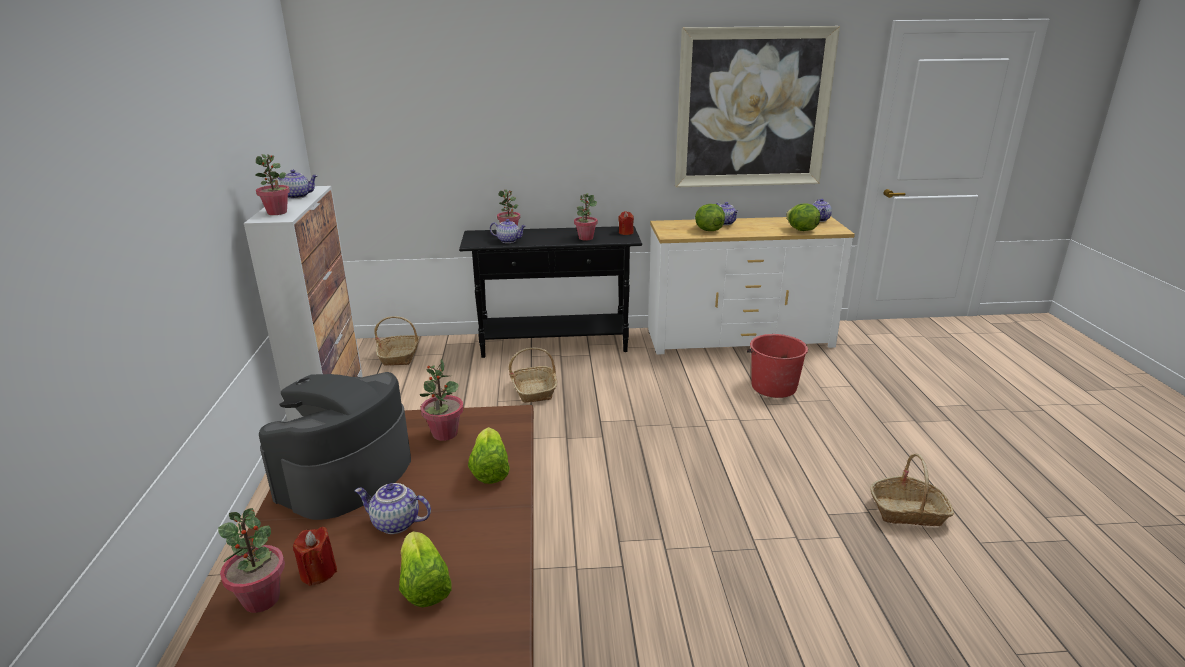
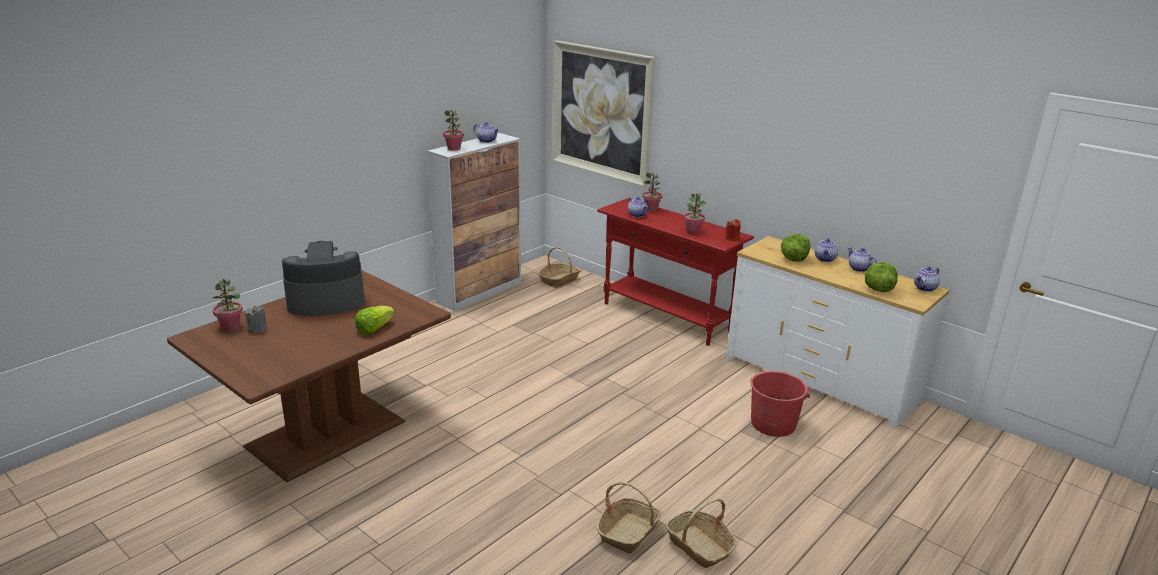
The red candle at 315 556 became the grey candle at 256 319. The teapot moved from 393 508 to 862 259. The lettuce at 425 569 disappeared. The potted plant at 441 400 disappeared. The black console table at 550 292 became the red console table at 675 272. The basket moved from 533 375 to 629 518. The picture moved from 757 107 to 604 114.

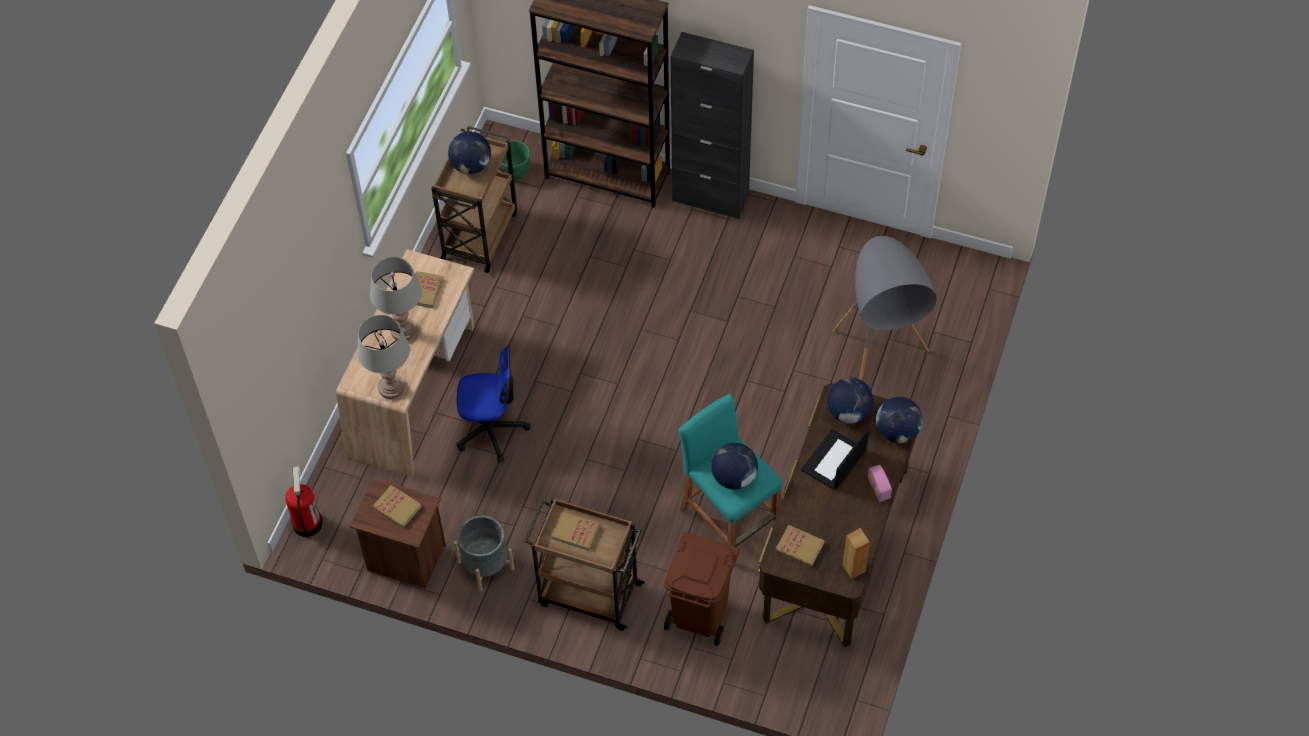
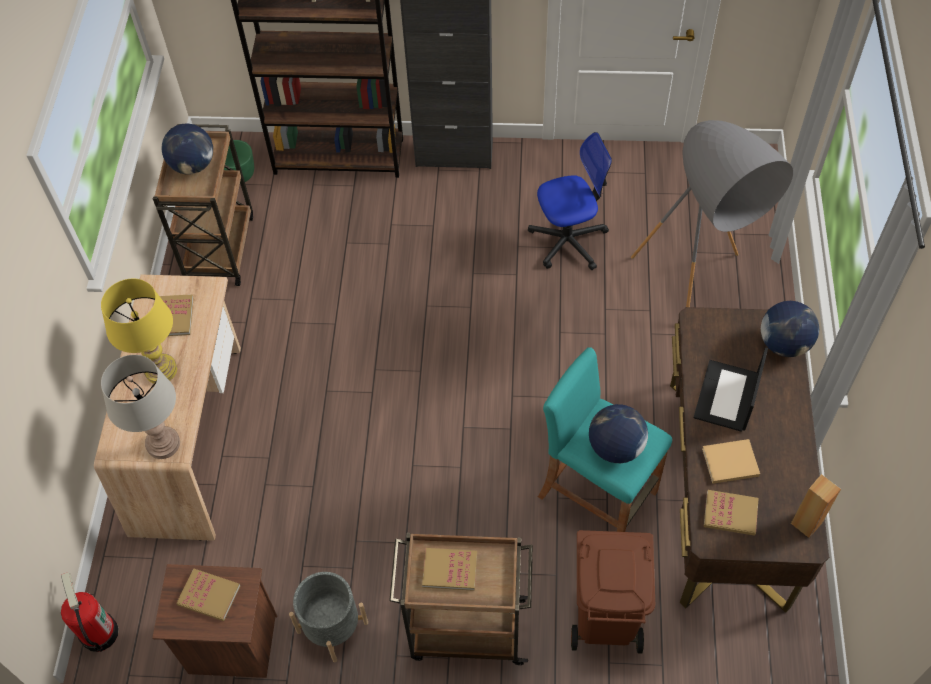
The grey table lamp at 396 299 became the yellow table lamp at 139 331. The office chair moved from 493 404 to 570 201. The globe at 850 401 disappeared. The radio at 879 483 disappeared. The beige book at 731 461 appeared.

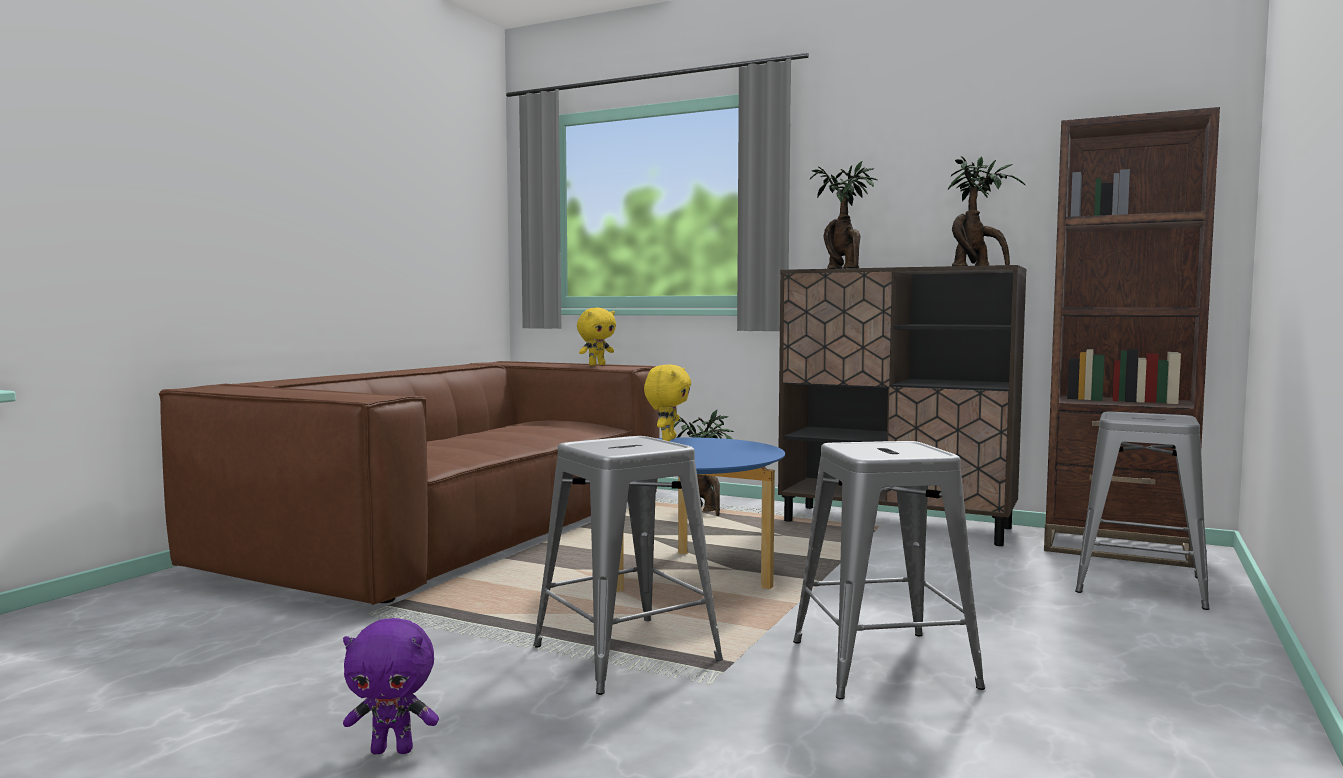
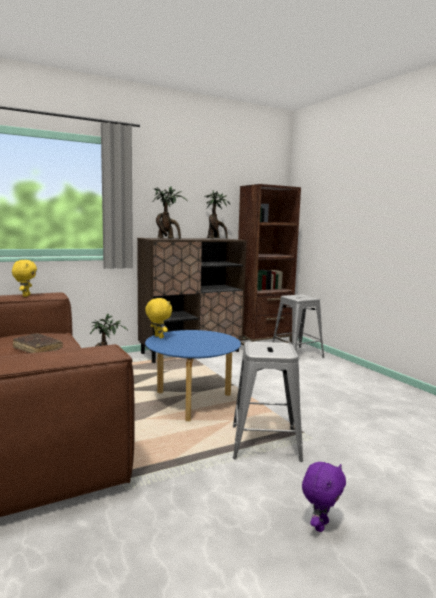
The grey stool at 889 570 disappeared. The brown book at 38 343 appeared.

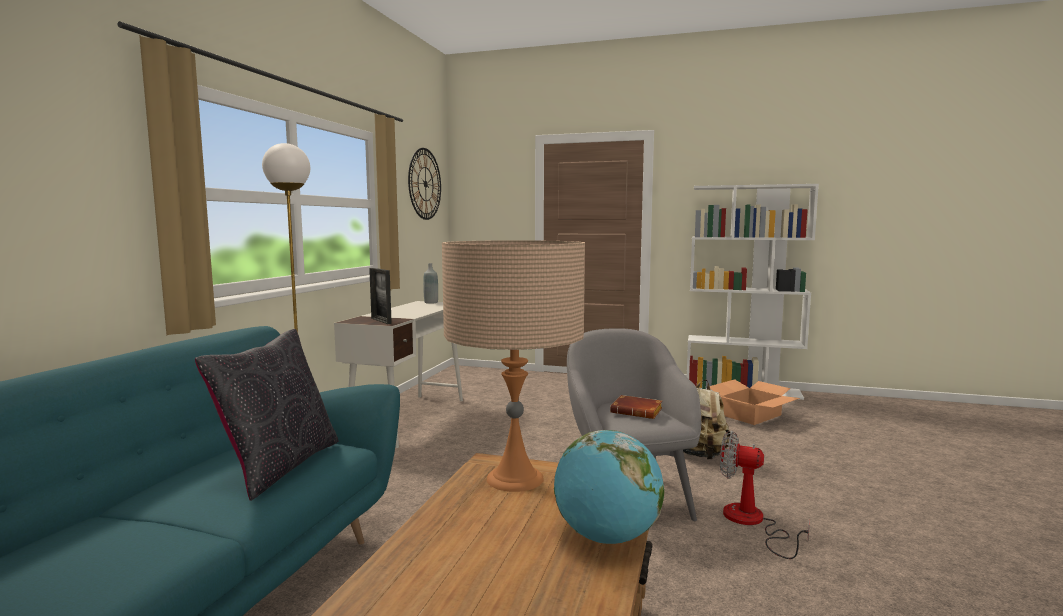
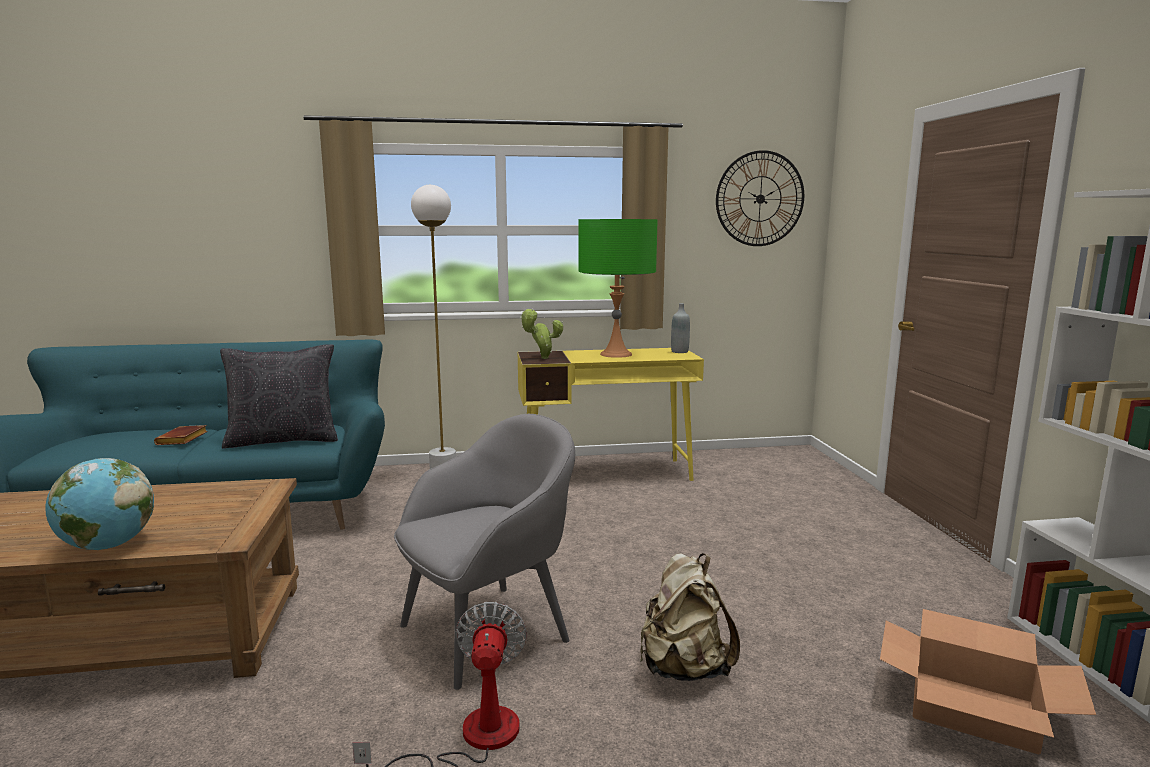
The white desk at 398 374 became the yellow desk at 611 414. The picture frame at 380 296 was replaced by the potted plant at 541 334. The beige table lamp at 513 366 disappeared. The brown book moved from 636 407 to 181 435. The green table lamp at 618 288 appeared.

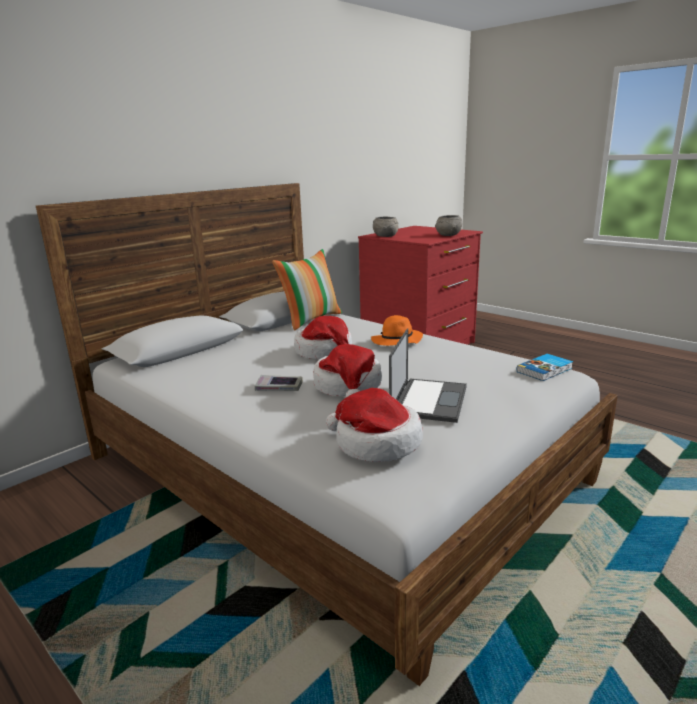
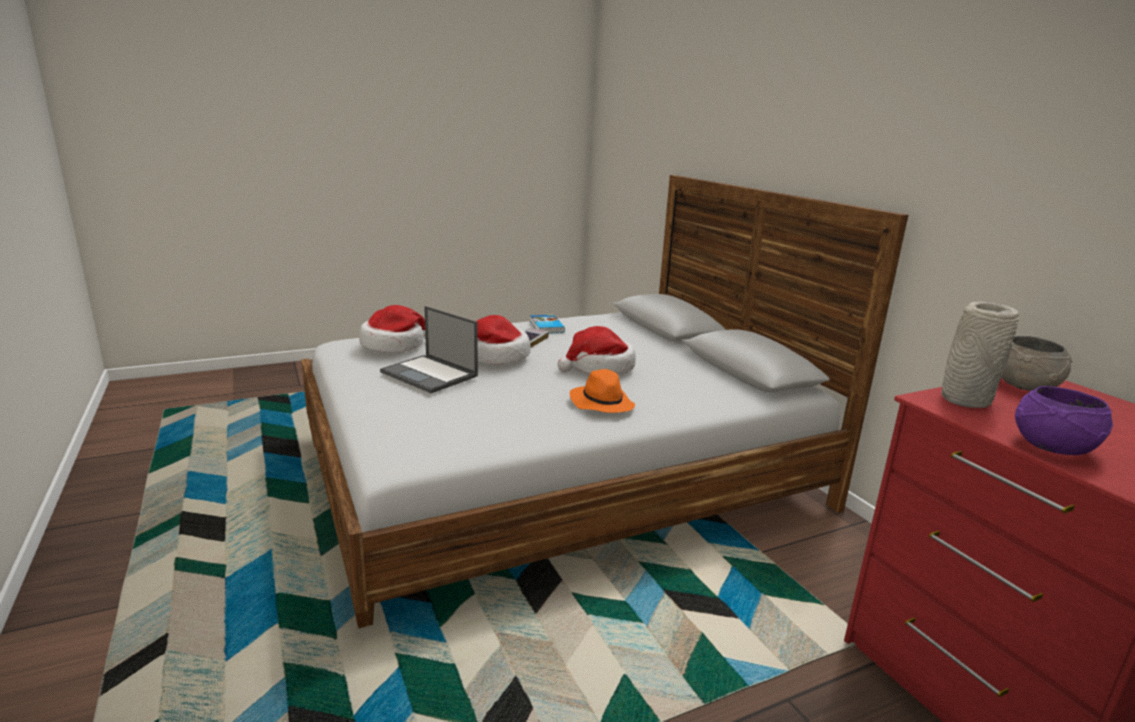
The pillow at 307 290 disappeared. The grey bowl at 448 225 became the purple bowl at 1064 420. The book moved from 545 367 to 547 324. The grey vase at 980 354 appeared.

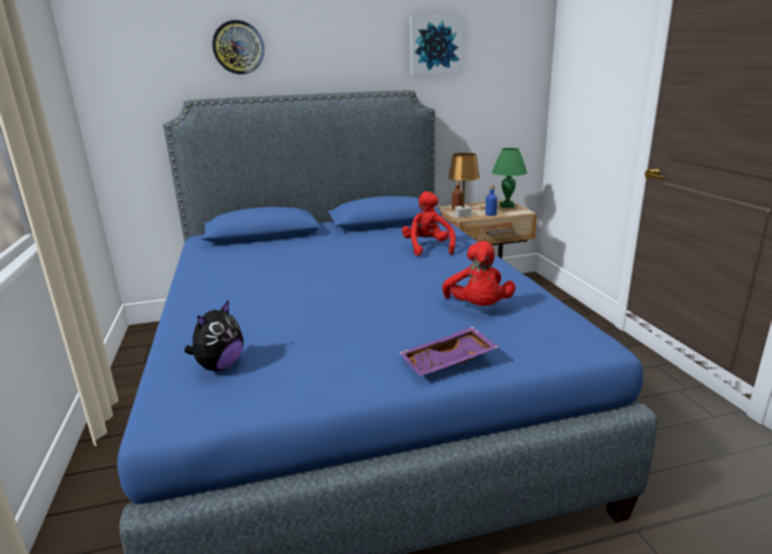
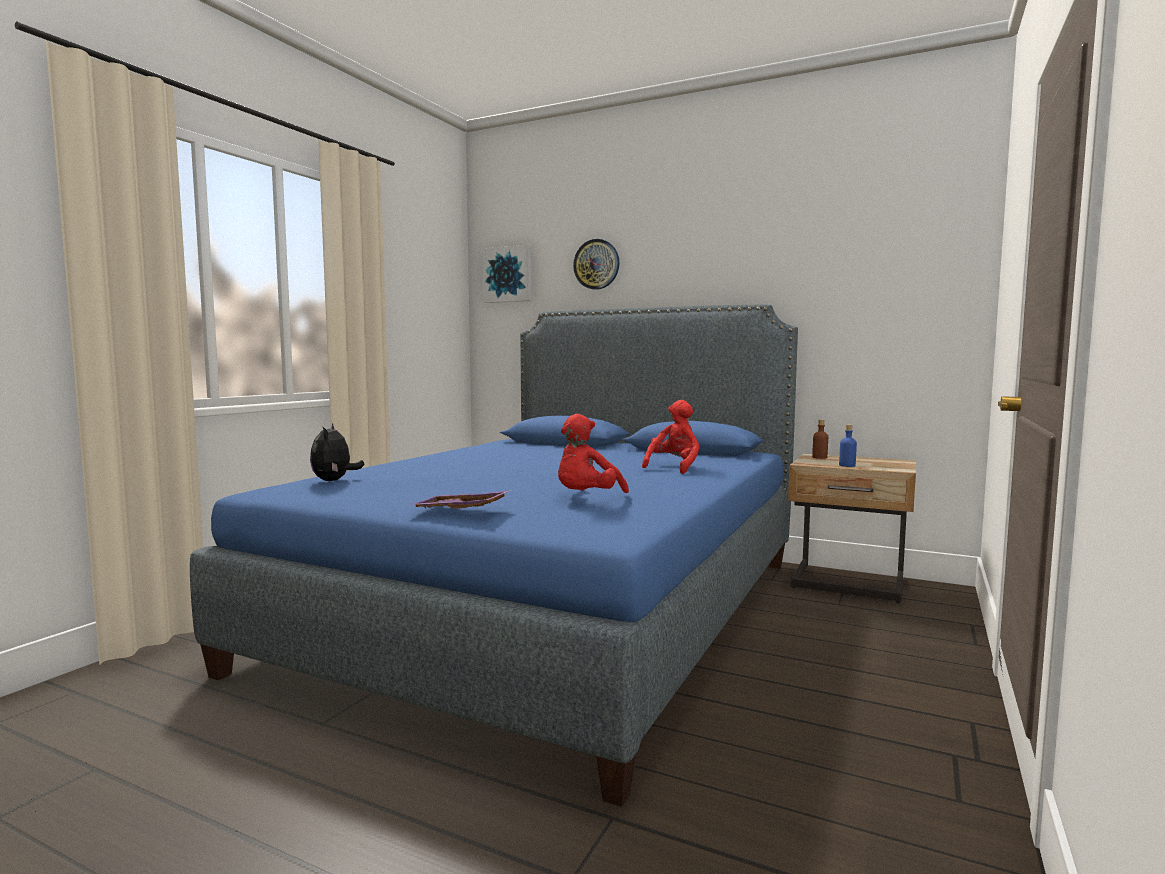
The plush toy at 214 336 turned 105 degrees clockwise. The picture moved from 437 45 to 507 274. The brown table lamp at 464 185 disappeared. The green table lamp at 509 178 disappeared.

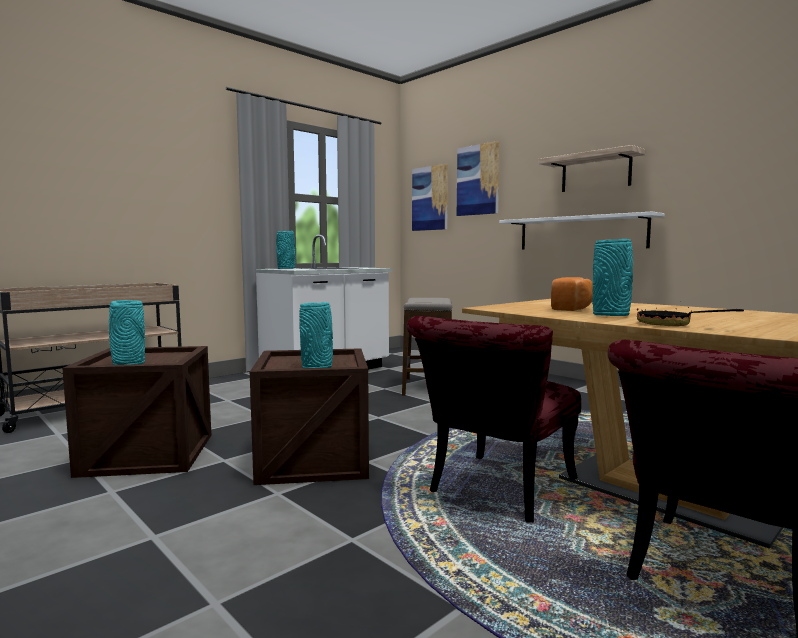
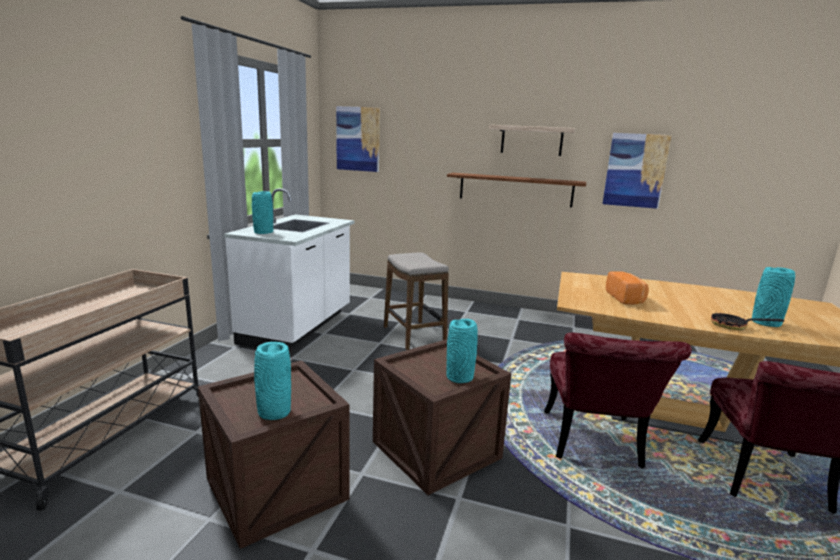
The picture moved from 478 178 to 637 171. The white shelf at 582 230 became the brown shelf at 516 190. The turquoise vase moved from 612 277 to 773 297.

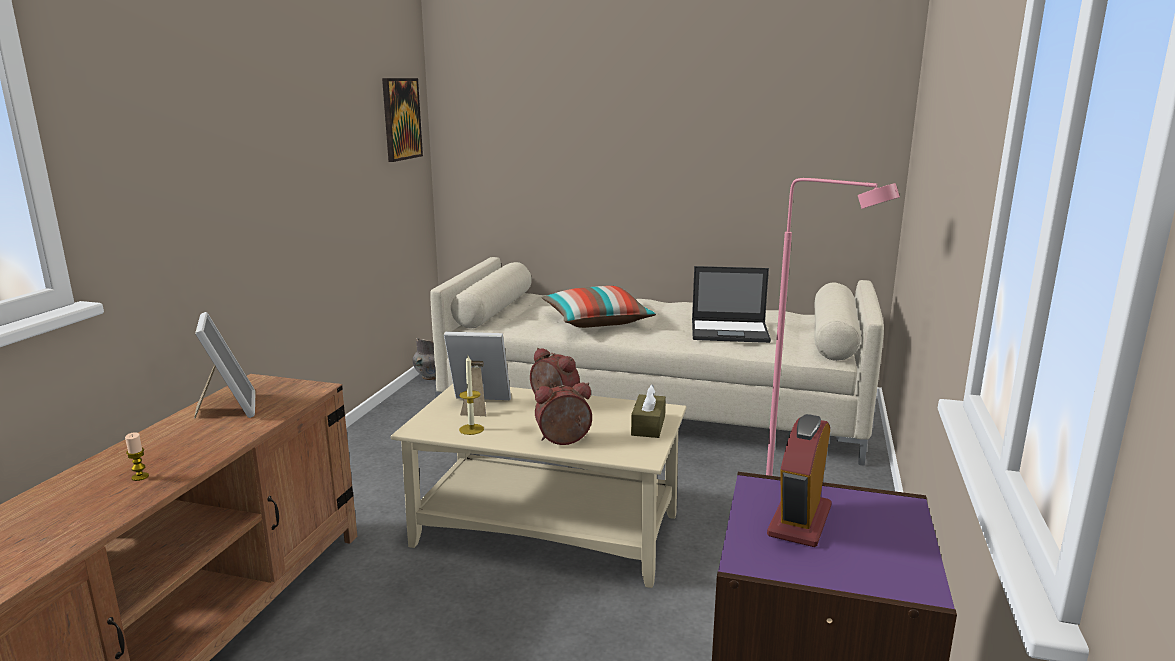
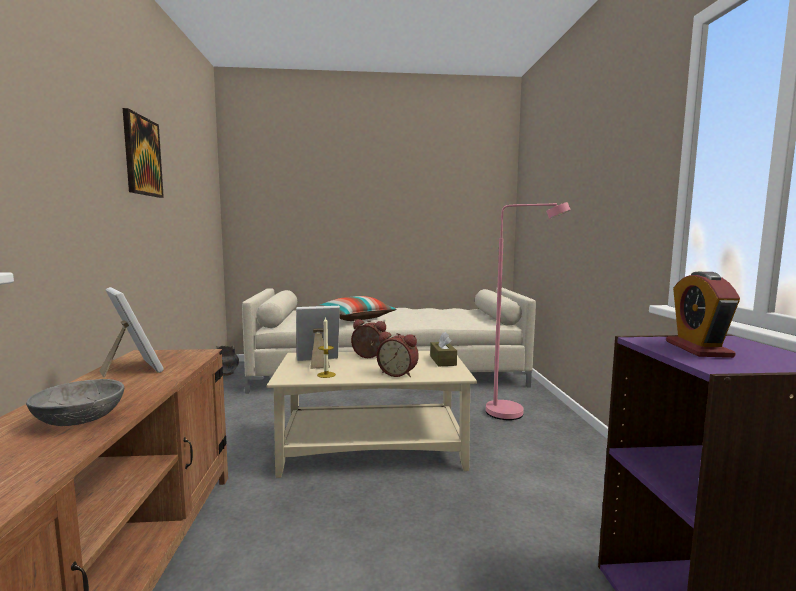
The candle at 137 456 was replaced by the grey bowl at 75 402. The picture moved from 402 120 to 143 153. The alarm clock at 563 414 turned 120 degrees counterclockwise. The laptop at 731 304 disappeared.

